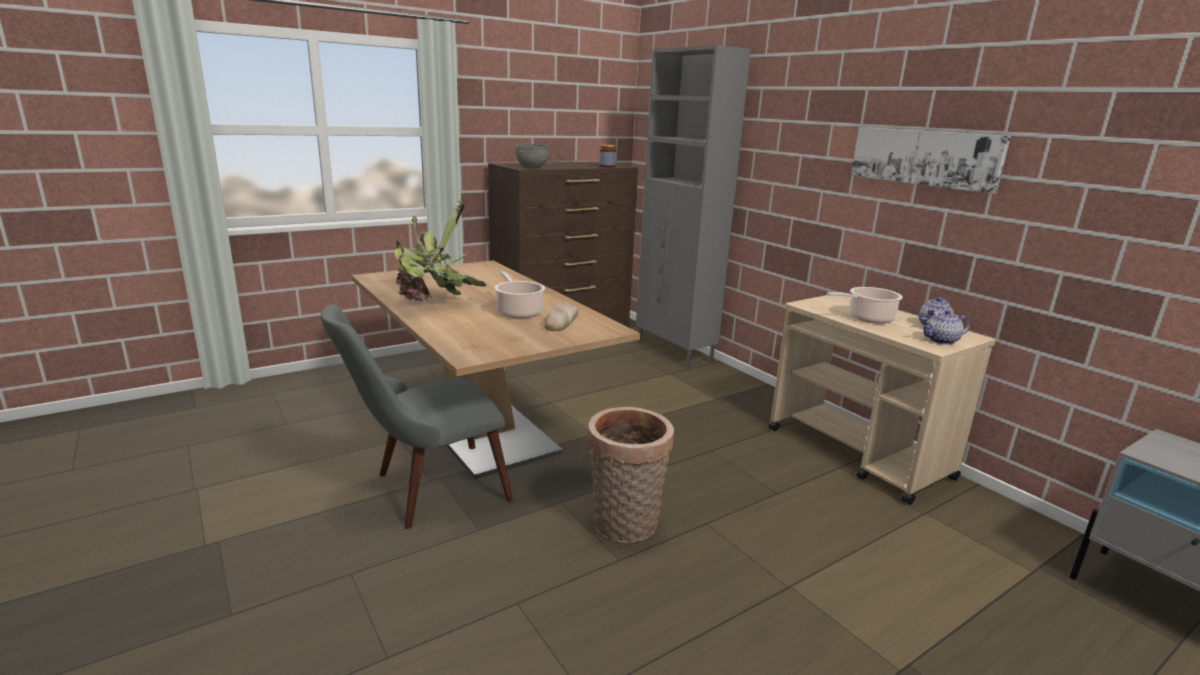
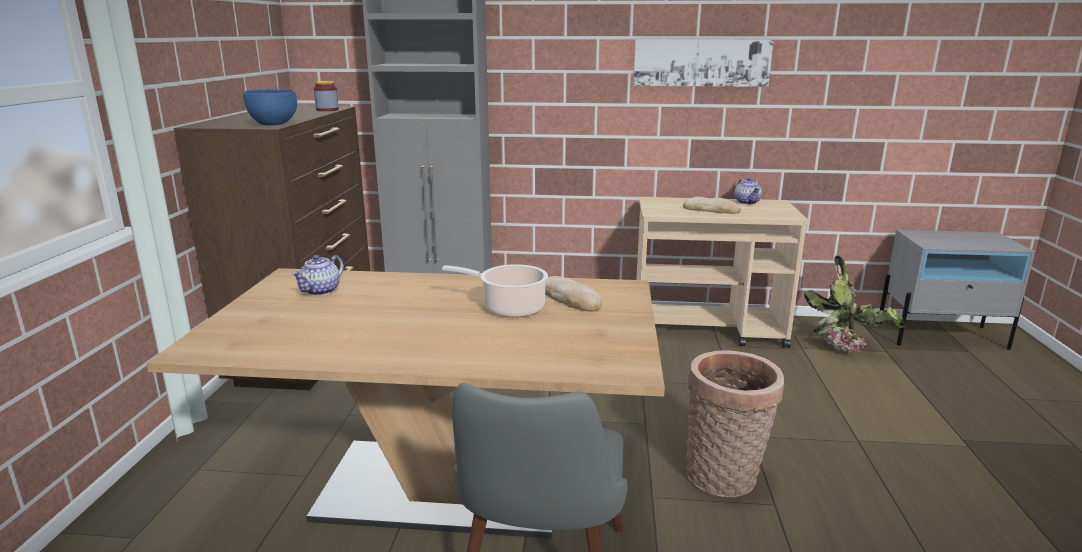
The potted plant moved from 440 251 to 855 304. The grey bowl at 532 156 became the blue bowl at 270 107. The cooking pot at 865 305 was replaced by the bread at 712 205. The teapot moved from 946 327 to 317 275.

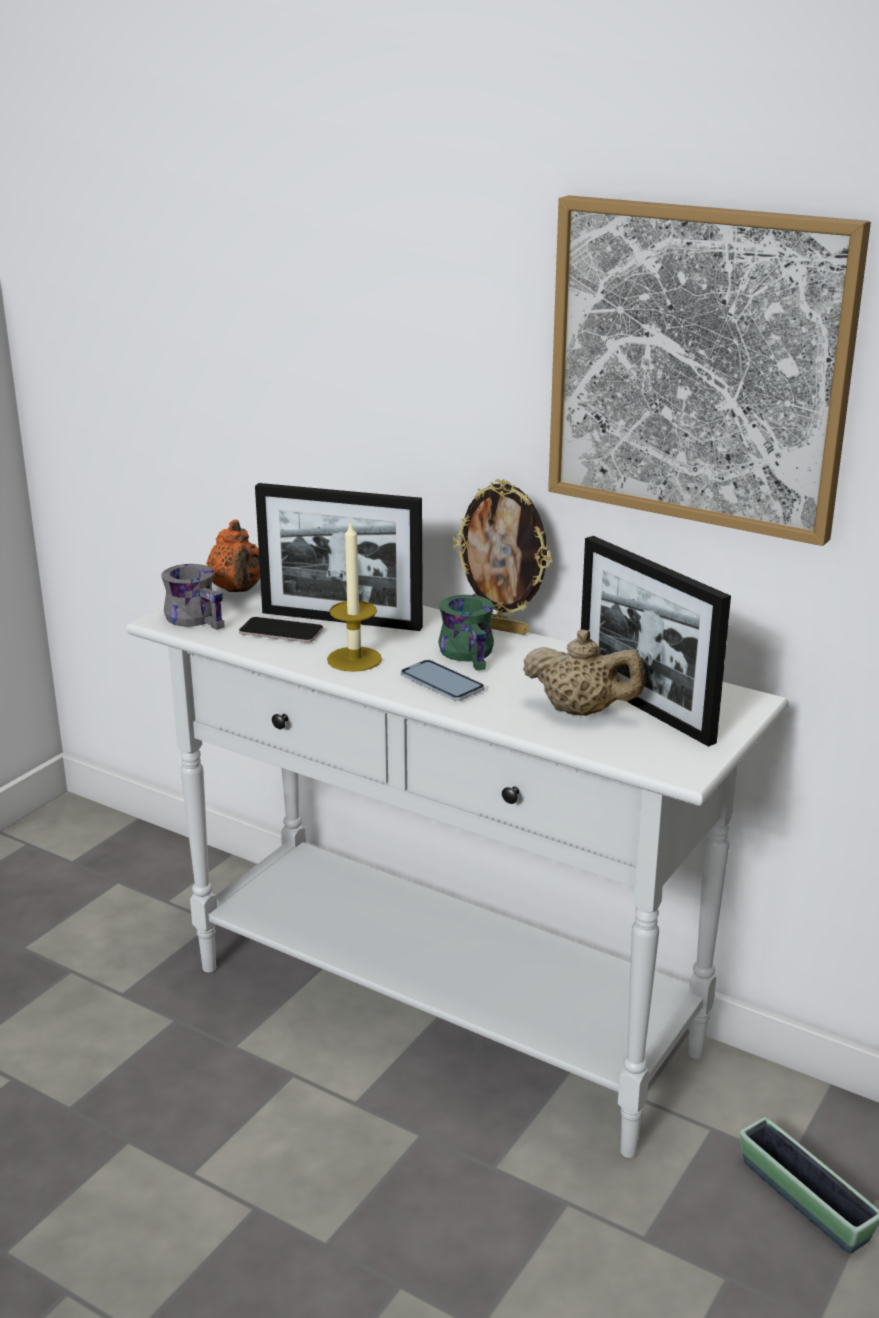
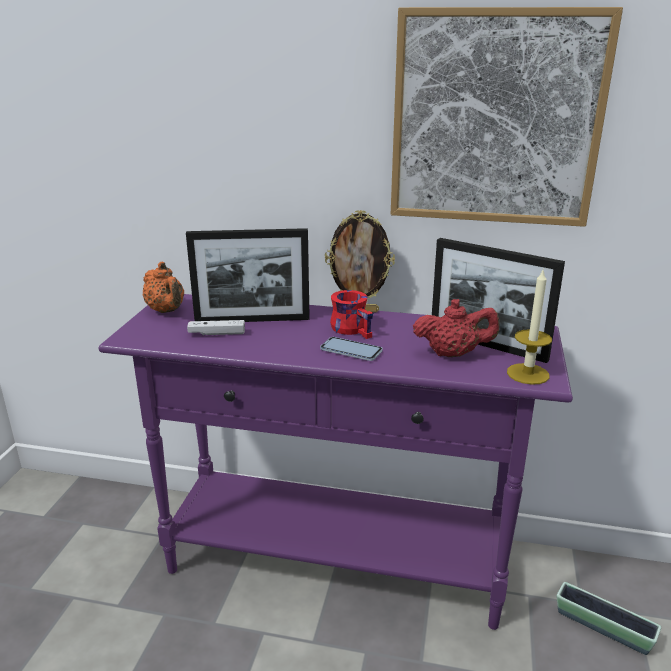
The white console table at 457 868 became the purple console table at 335 462. The grey mug at 193 597 disappeared. The phone at 281 630 was replaced by the white game controller at 216 327. The candle moved from 354 596 to 529 326. The green mug at 466 633 became the red mug at 351 314. The beige teapot at 584 672 became the red teapot at 456 328.

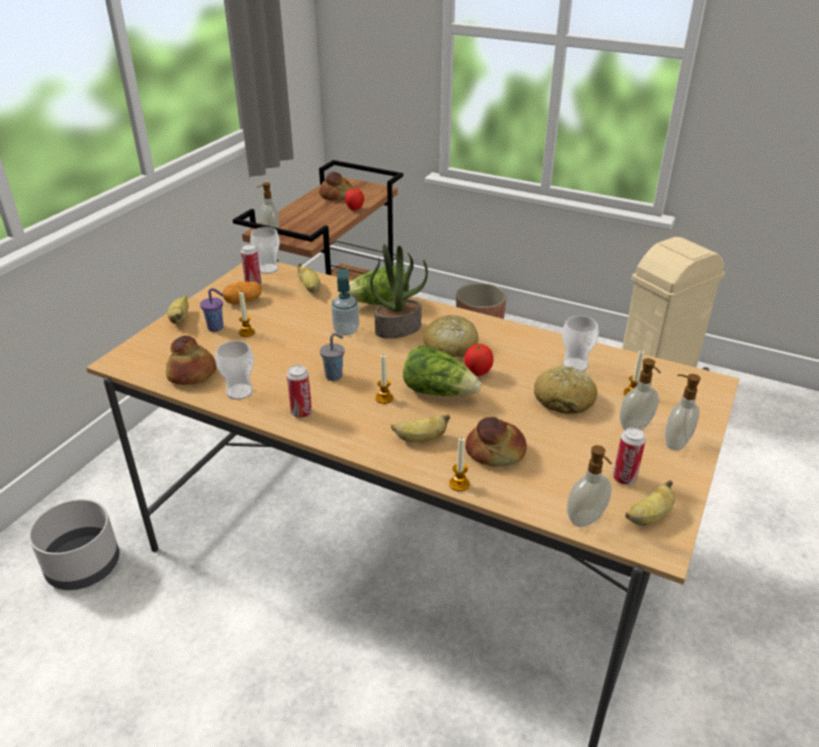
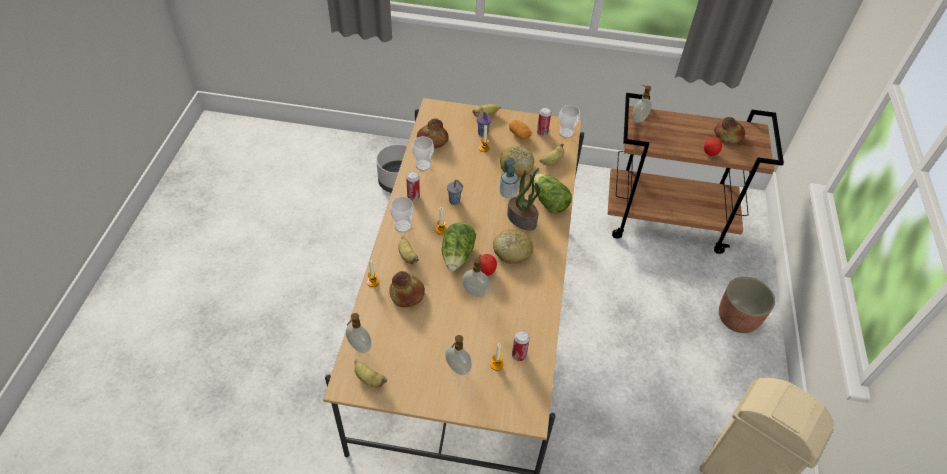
The bread moved from 566 390 to 517 161. The cup moved from 580 344 to 402 214. The can moved from 629 456 to 521 345. The soap dispenser moved from 683 412 to 476 275.

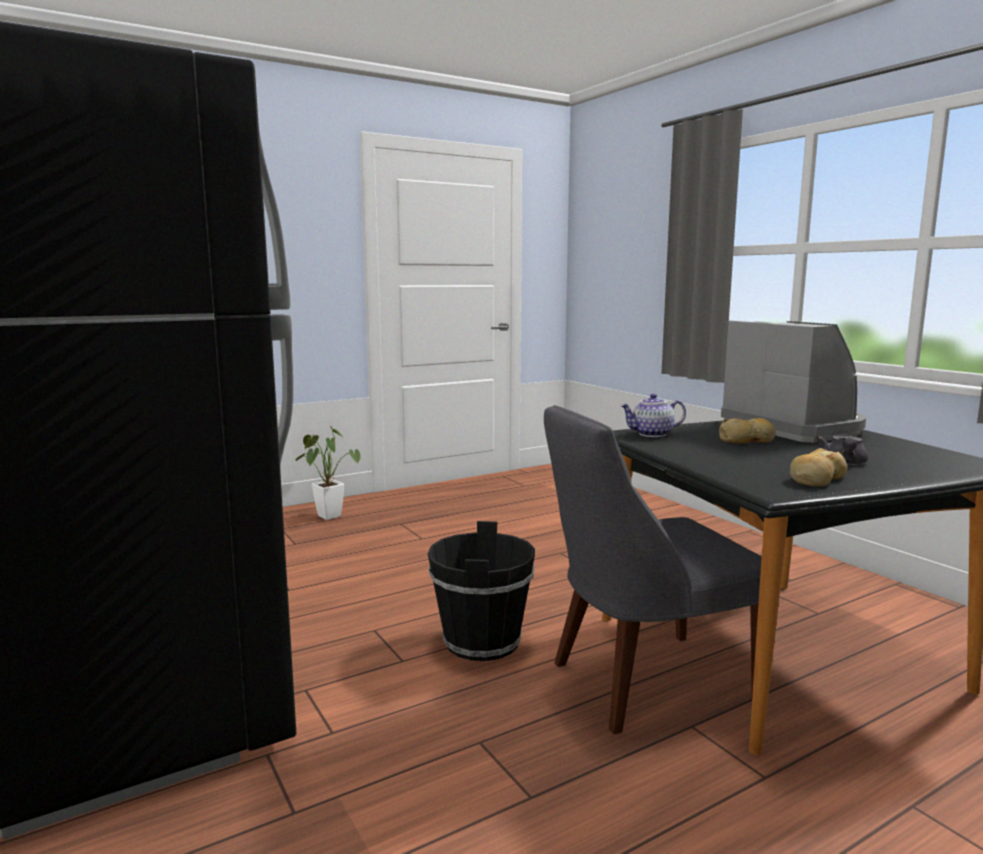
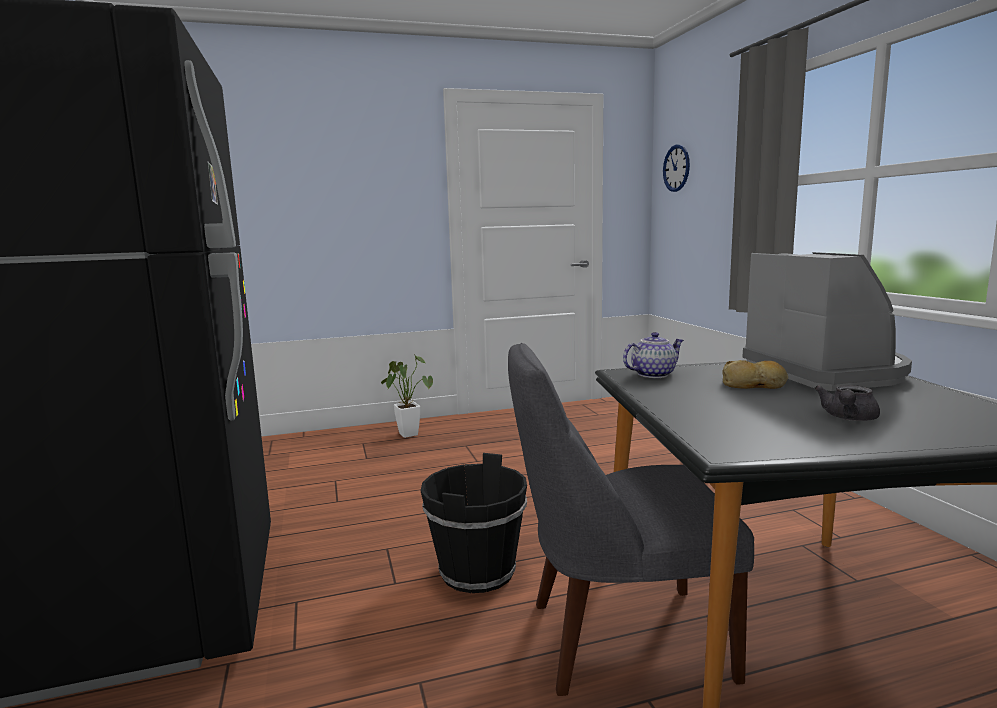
The teapot at 653 415 turned 150 degrees clockwise. The bread at 818 467 disappeared. The wall clock at 676 168 appeared.

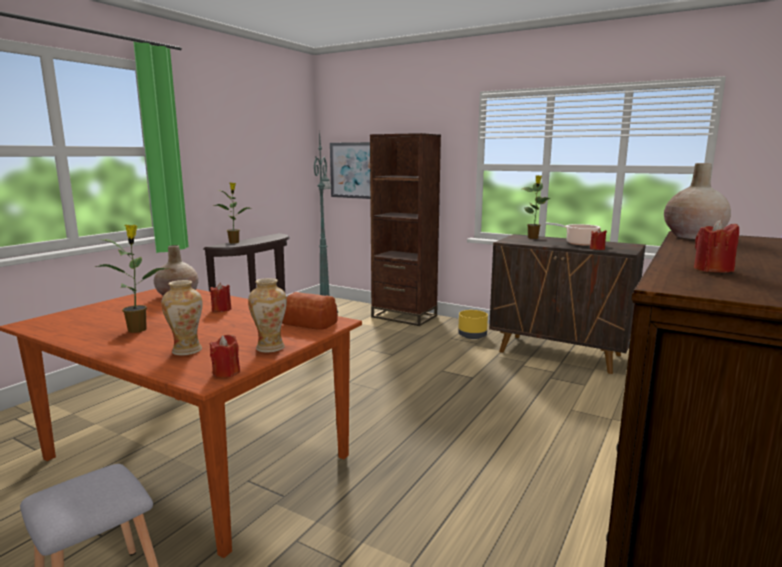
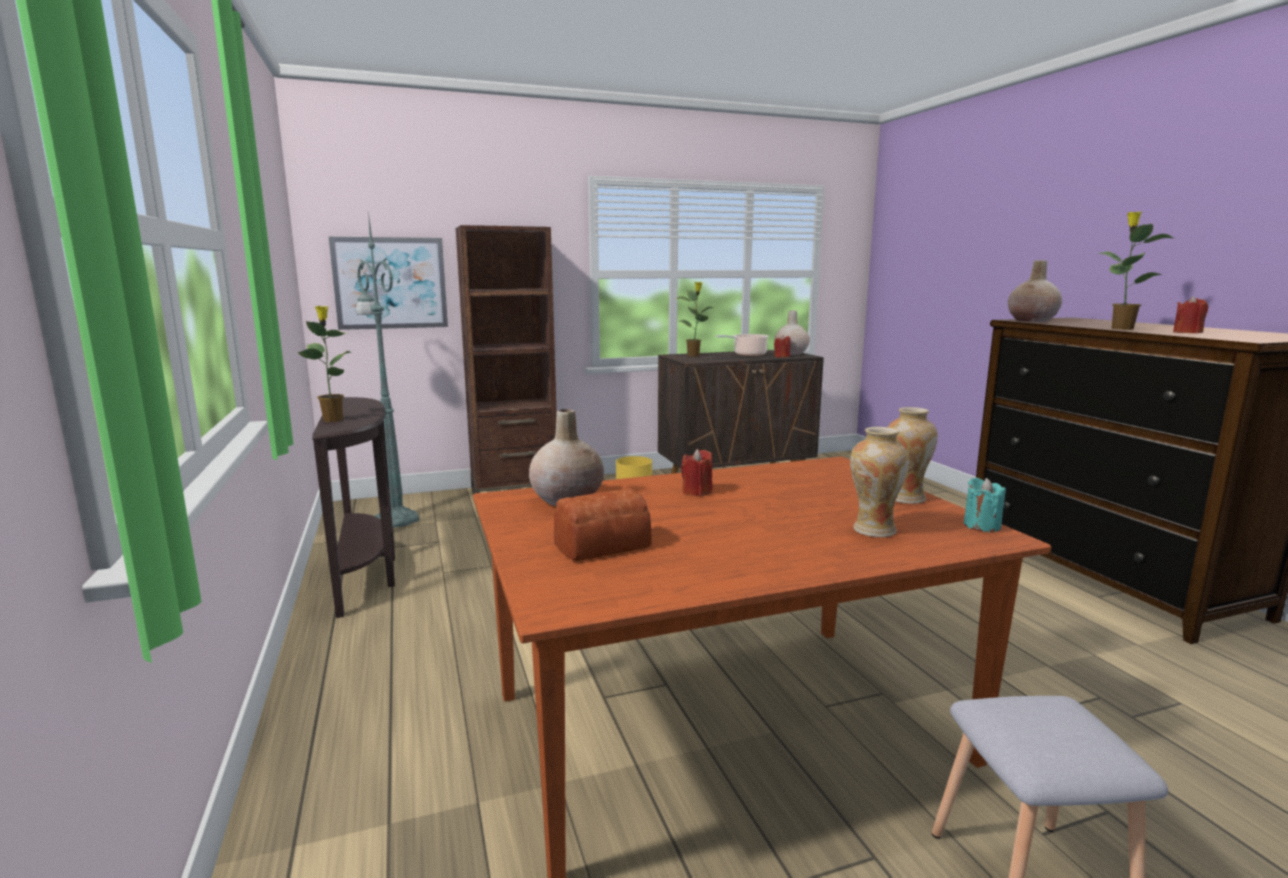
The potted plant moved from 130 279 to 1135 270. The red candle at 225 356 became the turquoise candle at 985 505. The bread moved from 310 310 to 603 524. The beige vase at 792 333 appeared.

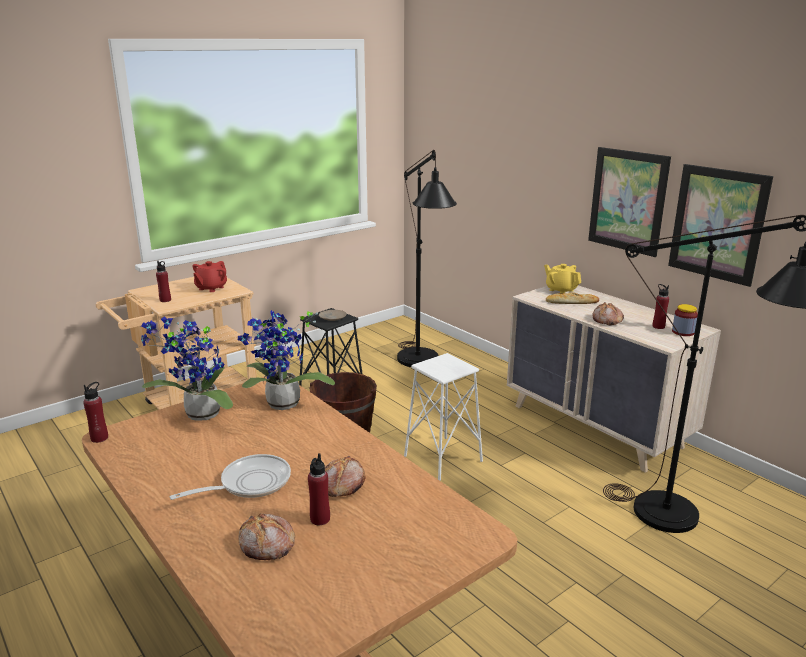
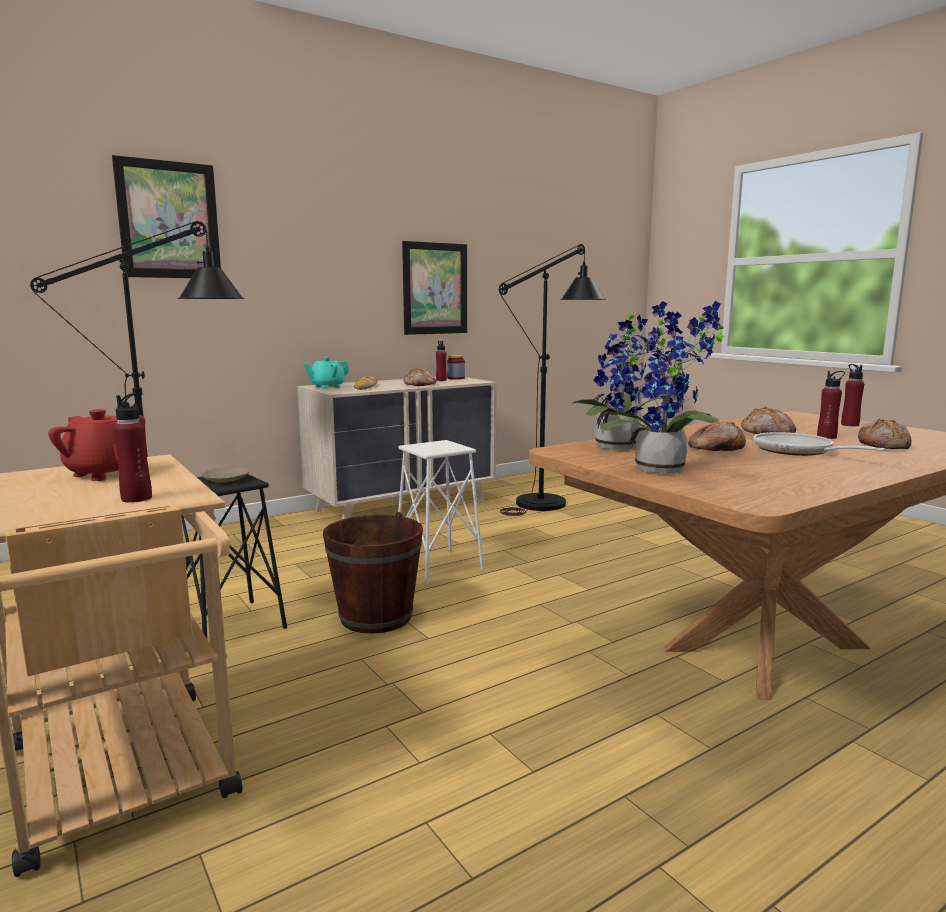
The red bottle moved from 95 412 to 852 395. The yellow teapot at 562 279 became the turquoise teapot at 326 373. The picture moved from 629 202 to 166 216. The bread at 717 436 appeared.

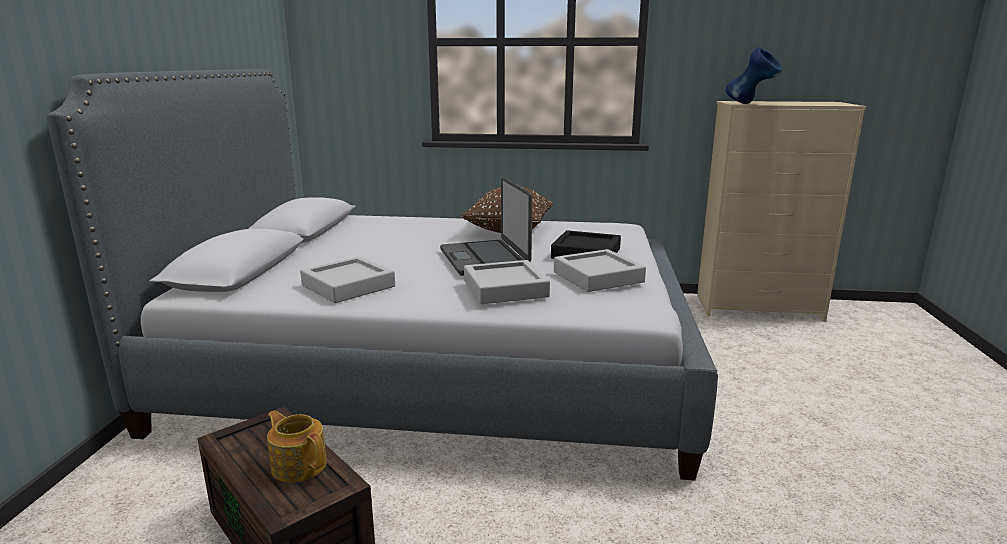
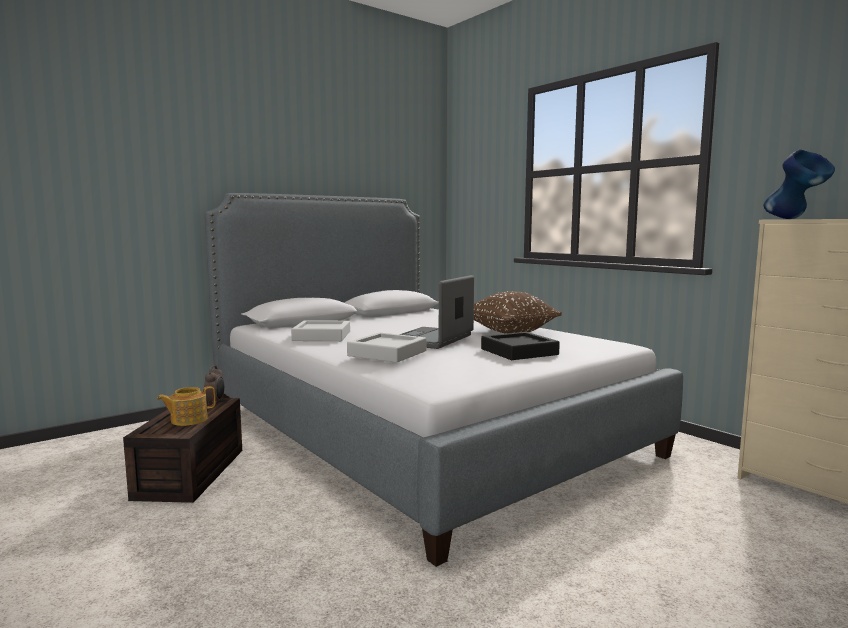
The teapot at 297 447 turned 120 degrees counterclockwise. The grey tray at 600 270 disappeared. The alarm clock at 214 385 appeared.

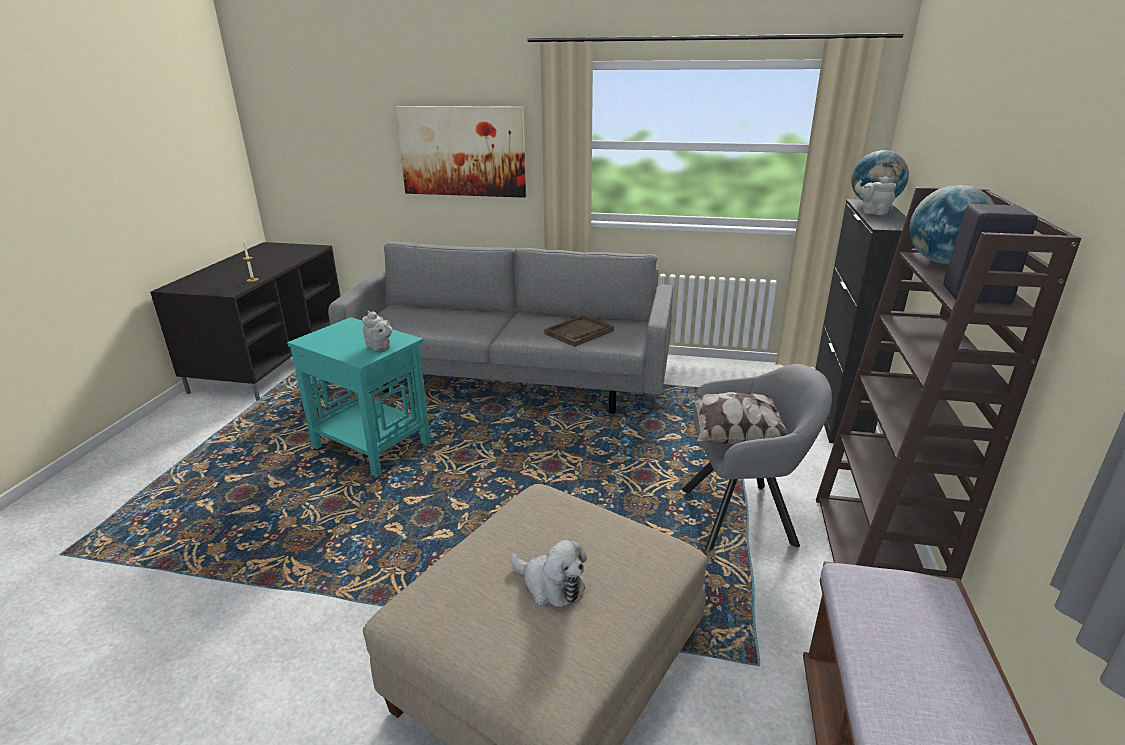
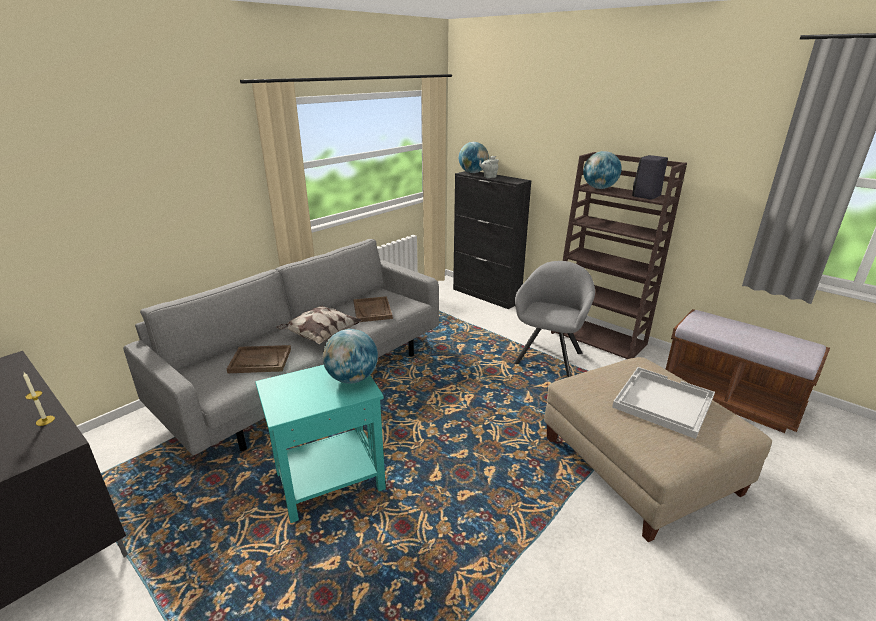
The grey teapot at 377 331 was replaced by the globe at 350 356. The picture at 460 152 disappeared. The plush toy at 548 573 was replaced by the white tray at 663 403. The pillow moved from 737 418 to 319 324. The brown tray at 259 359 appeared.

